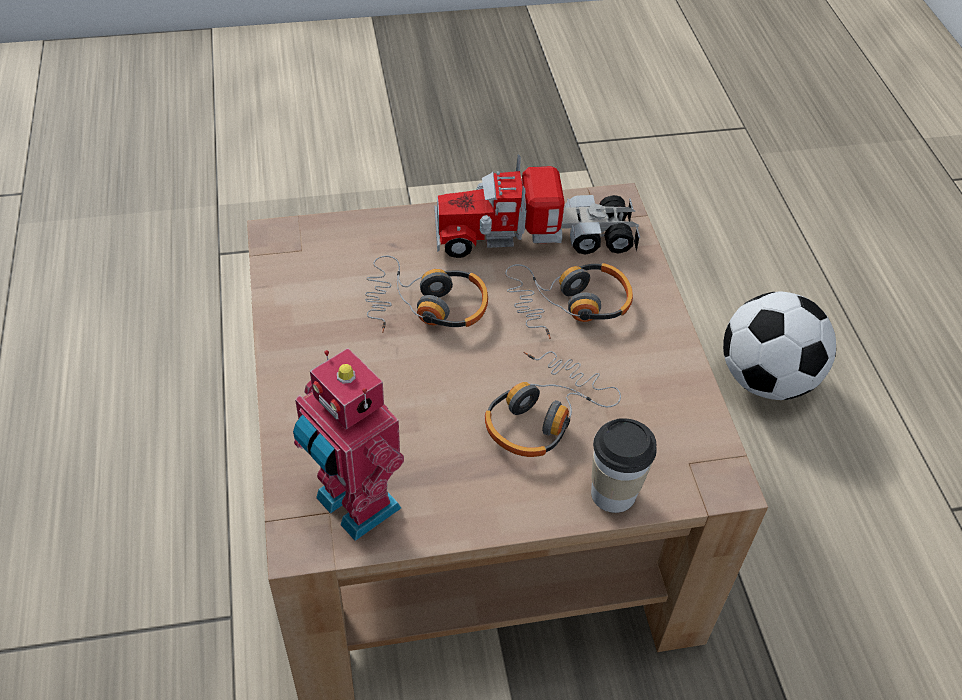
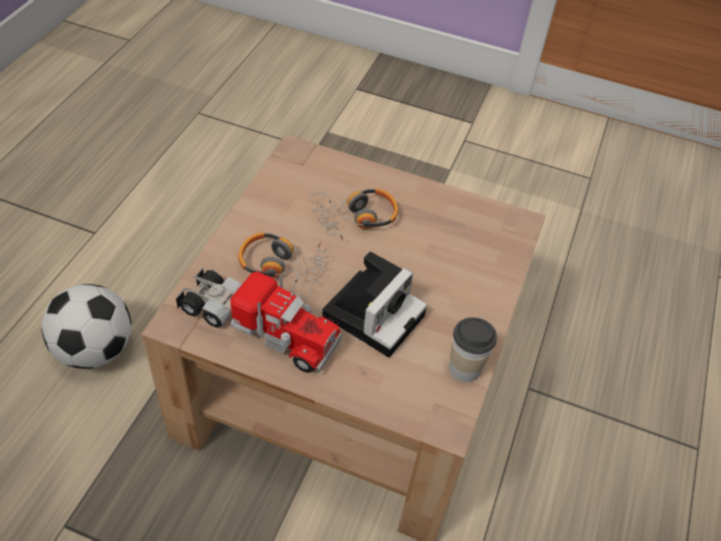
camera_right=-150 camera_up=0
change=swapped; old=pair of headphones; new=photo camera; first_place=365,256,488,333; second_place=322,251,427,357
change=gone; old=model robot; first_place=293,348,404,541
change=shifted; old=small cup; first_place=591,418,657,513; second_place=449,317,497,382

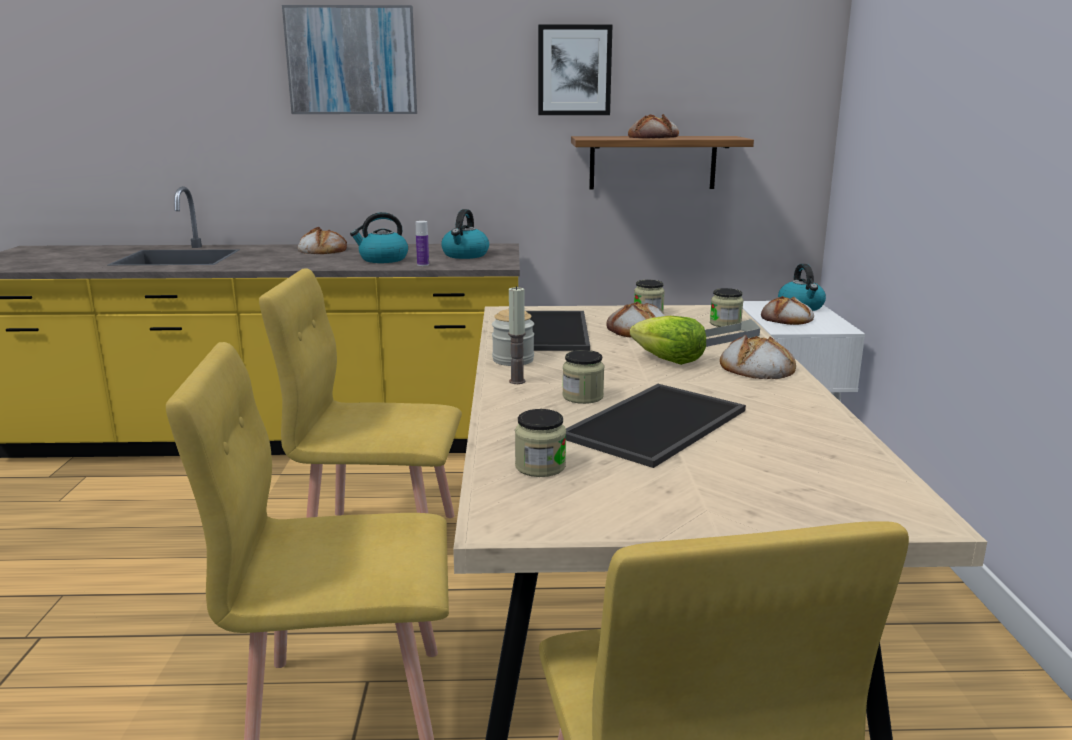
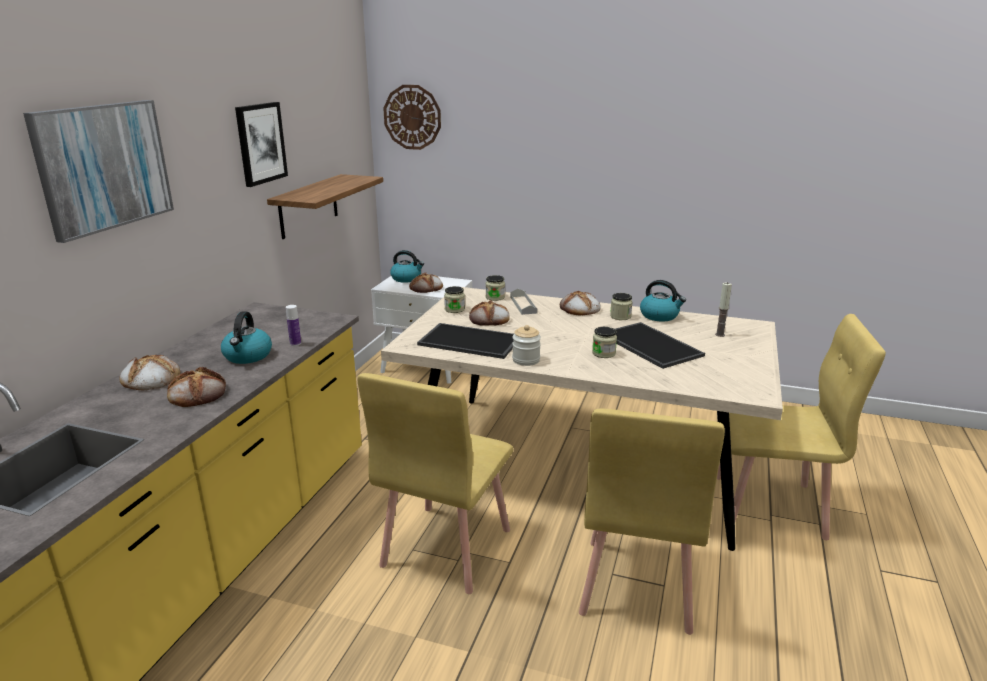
camera_right=-70 camera_up=5
change=shifted; old=baked bread; first_place=628,114,679,138; second_place=167,367,226,407
change=shifted; old=water kettle; first_place=441,209,489,259; second_place=640,280,686,322
change=shifted; old=wax light; first_place=508,286,526,384; second_place=715,282,732,337
change=gone; old=lettuce head; first_place=630,316,706,365
change=shifted; old=jar; first_place=515,409,566,477; second_place=610,293,633,320
change=new; new=hanging clock; second_place=383,85,441,150

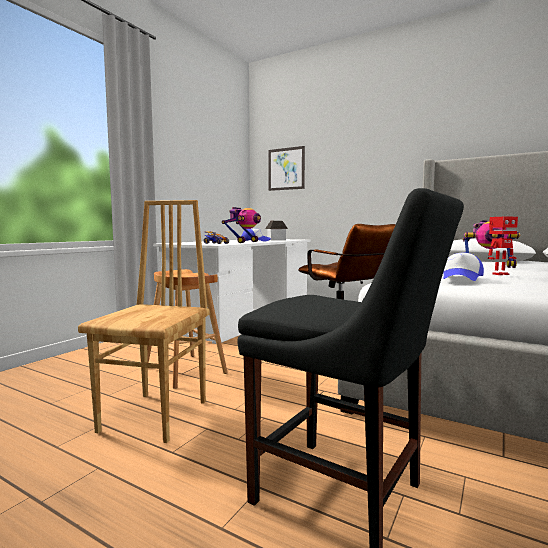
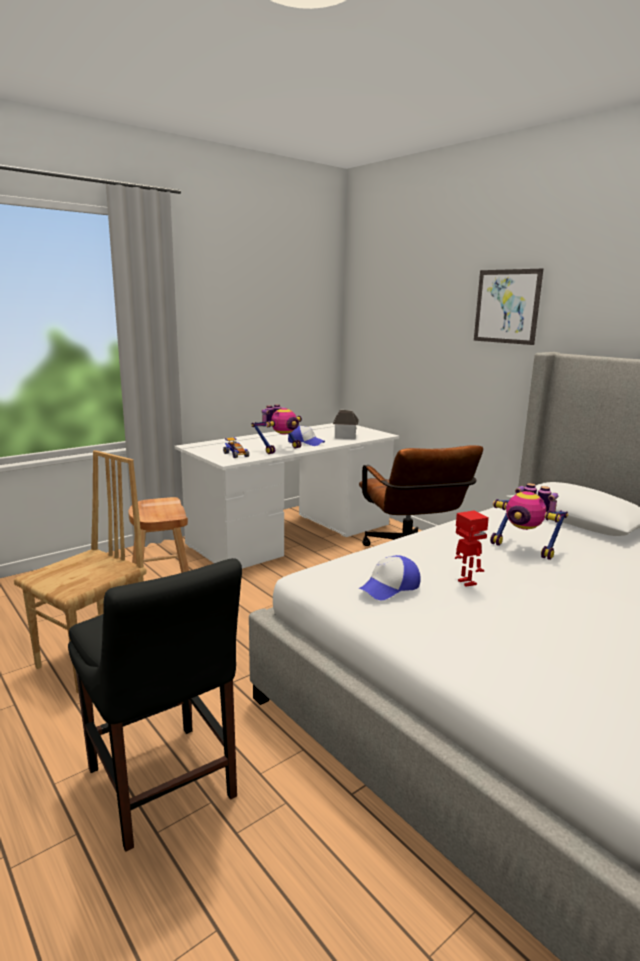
camera_right=20 camera_up=10
change=shifted; old=wall art; first_place=268,146,305,191; second_place=474,269,543,345
change=rotated; old=model robot; first_place=488,217,518,275; second_place=455,510,489,587; degrees=-120

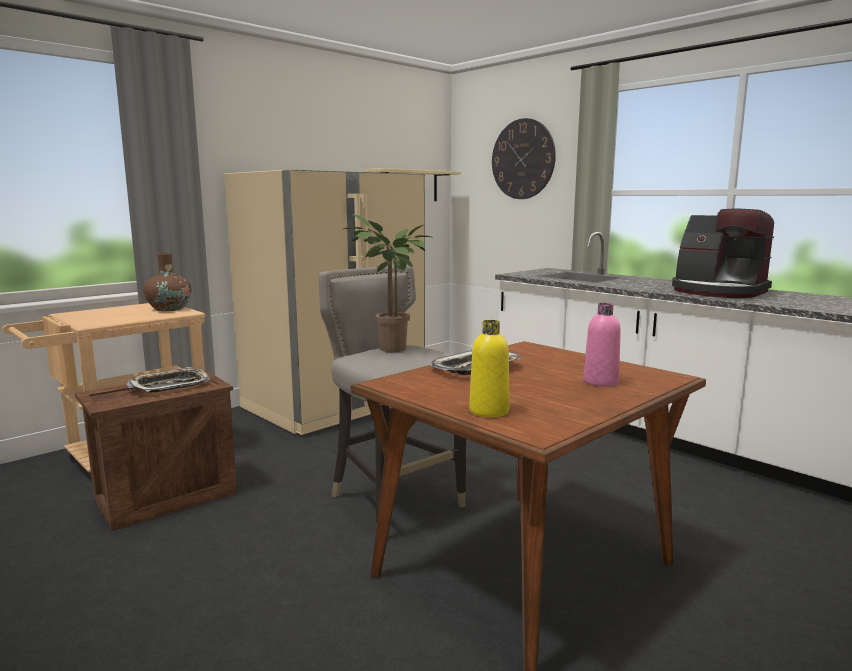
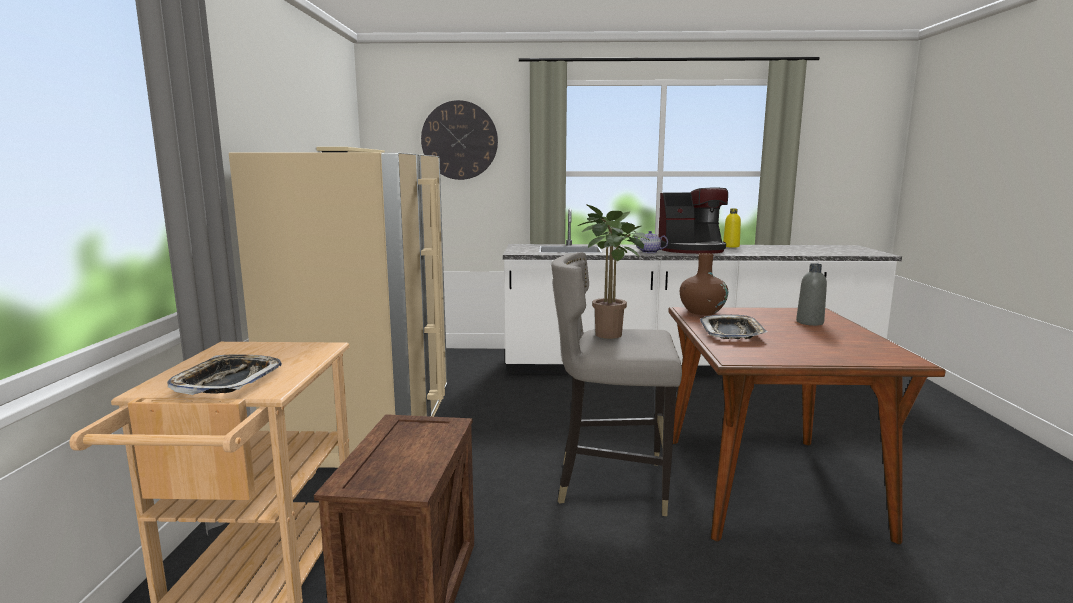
camera_right=-45 camera_up=0
change=shifted; old=brownish vase; first_place=143,253,191,311; second_place=680,253,728,315
change=repainted; old=pinkish drink bottle; new=grey drink bottle; first_place=583,303,621,387; second_place=796,263,827,326
change=shifted; old=yellow-coloured drink bottle; first_place=469,320,509,417; second_place=723,209,741,248
change=shifted; old=tray; first_place=127,367,210,393; second_place=167,354,282,395
change=new; new=pot for tea; second_place=633,231,668,253

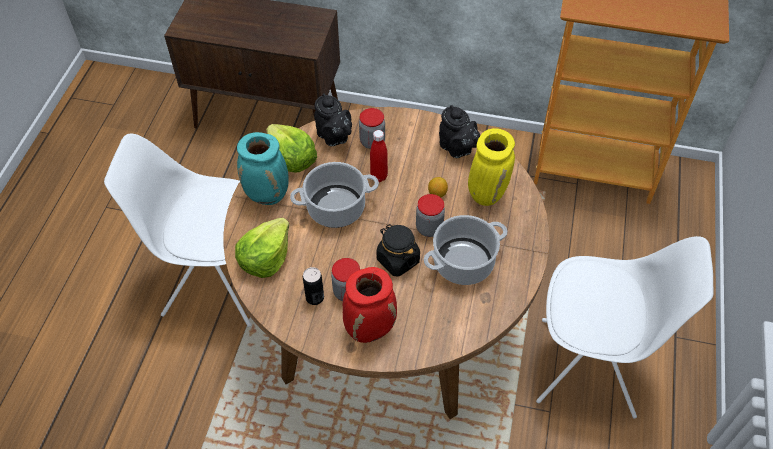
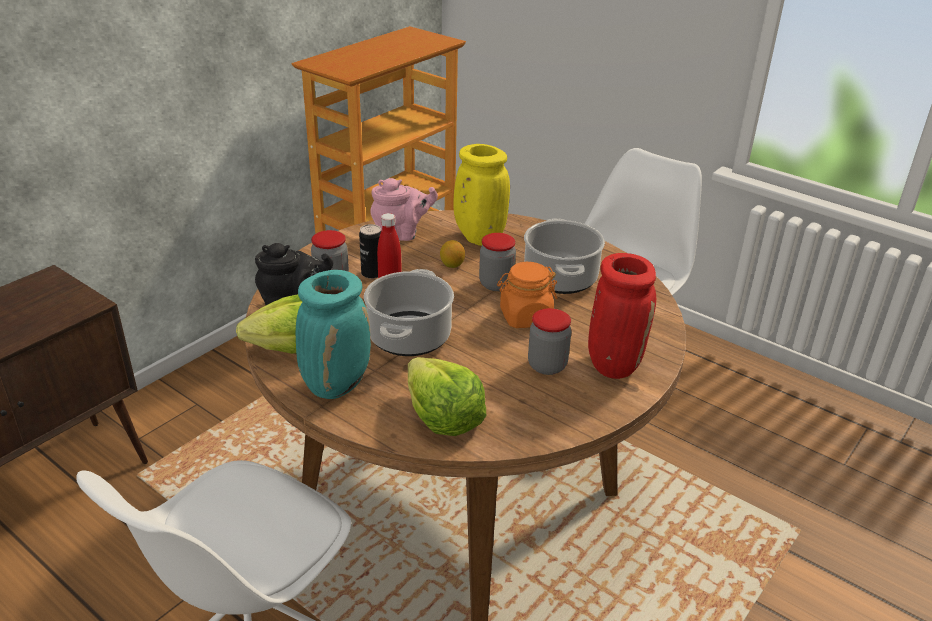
camera_right=-65 camera_up=-20
change=repainted; old=black pot for tea; new=pinkish pot for tea; first_place=439,105,480,158; second_place=370,178,438,241
change=repainted; old=black jar; new=orangey jar; first_place=376,224,420,277; second_place=497,262,557,328
change=shifted; old=sealed can; first_place=303,267,324,305; second_place=359,224,381,279

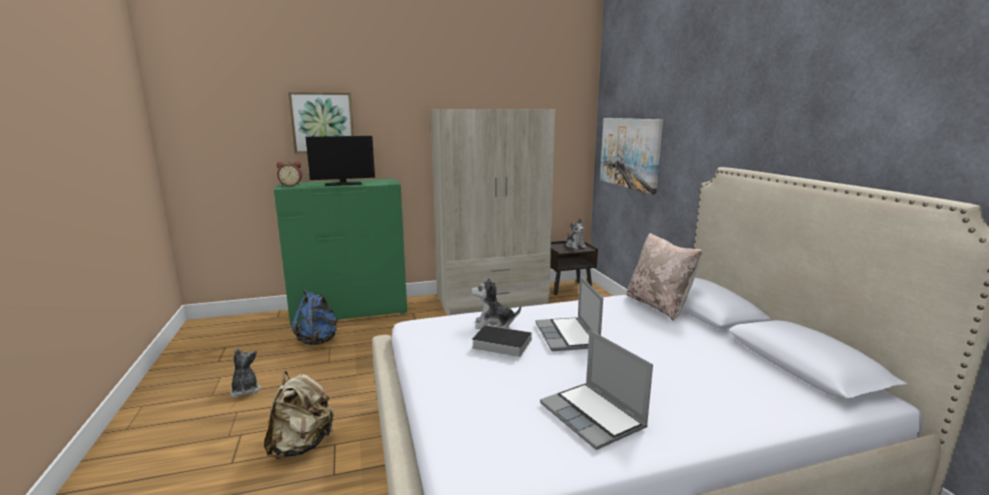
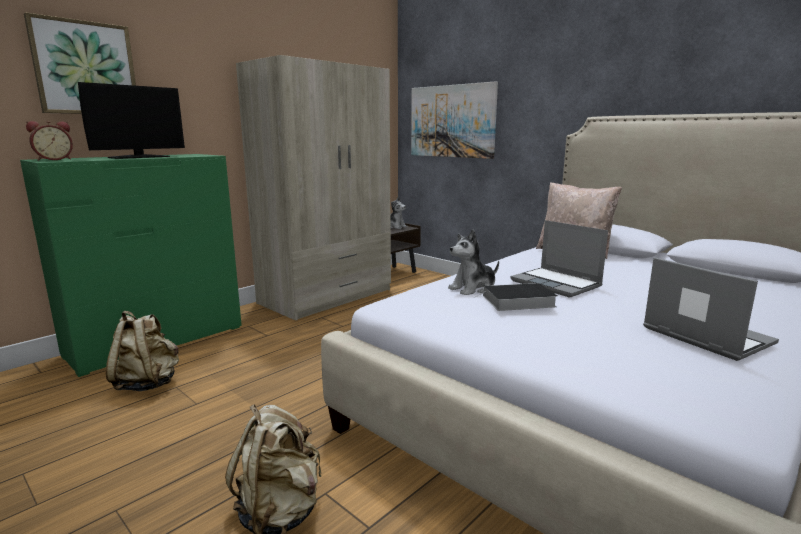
camera_right=-30 camera_up=0
change=repainted; old=bluish rucksack; new=sand-coloured rucksack; first_place=292,290,337,345; second_place=106,311,179,391
change=rotated; old=notebook computer; first_place=540,330,653,450; second_place=643,257,779,361; degrees=-150
change=gone; old=cuddly toy; first_place=230,348,261,397

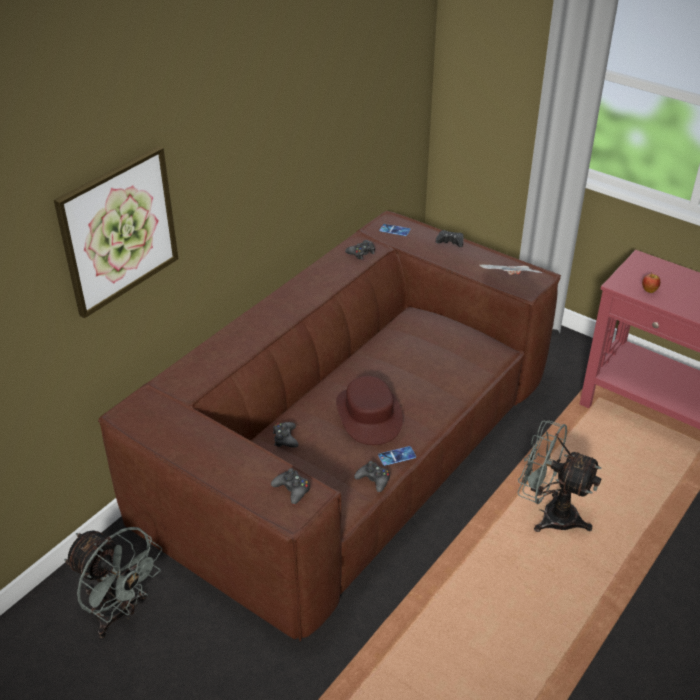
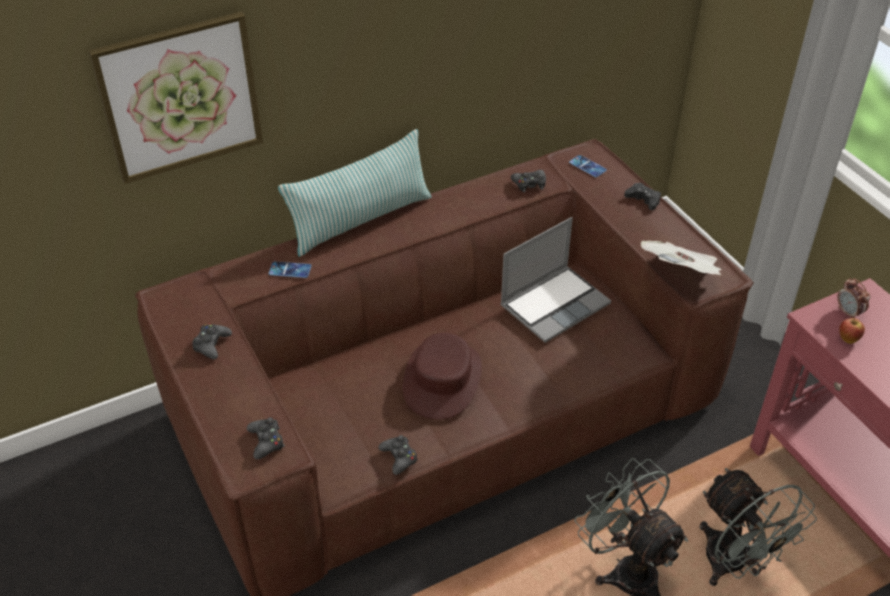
camera_right=25 camera_up=5
change=shifted; old=black joypad; first_place=273,422,298,448; second_place=192,324,232,360
change=shifted; old=handset; first_place=378,446,416,466; second_place=269,262,311,278
change=shifted; old=grey fan; first_place=64,527,162,638; second_place=699,468,817,586
change=new; new=pillow; second_place=278,129,431,257
change=new; new=notebook computer; second_place=500,217,611,343
change=new; new=table clock; second_place=837,278,871,318

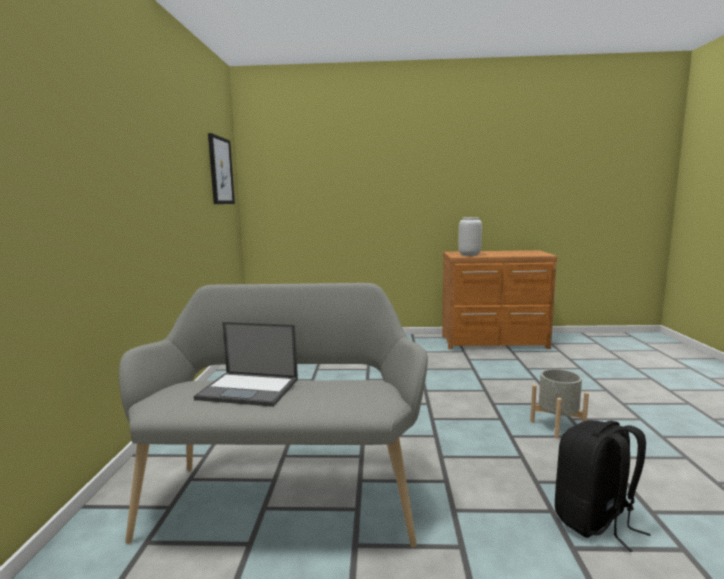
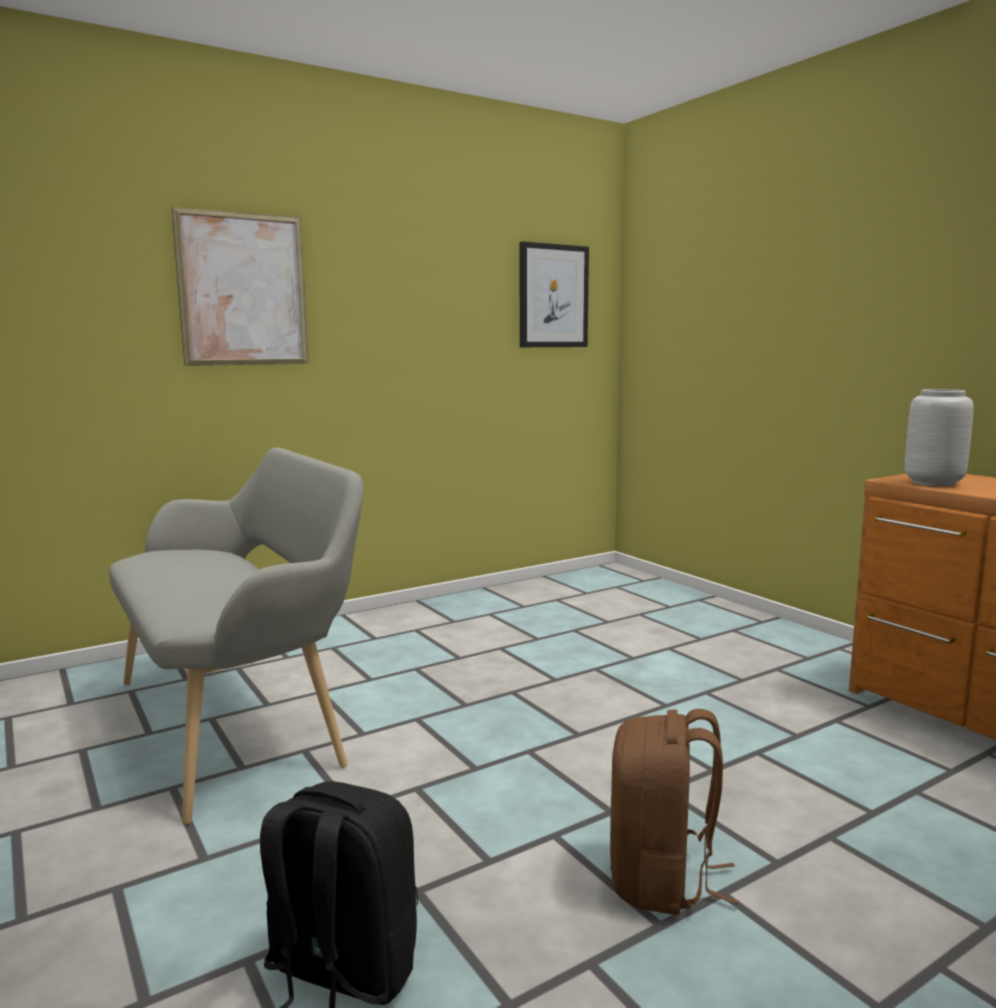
camera_right=55 camera_up=0
change=gone; old=notebook computer; first_place=194,322,298,407
change=swapped; old=grey planter; new=brownish rucksack; first_place=530,369,589,439; second_place=610,709,739,915
change=new; new=wall art; second_place=171,207,309,366

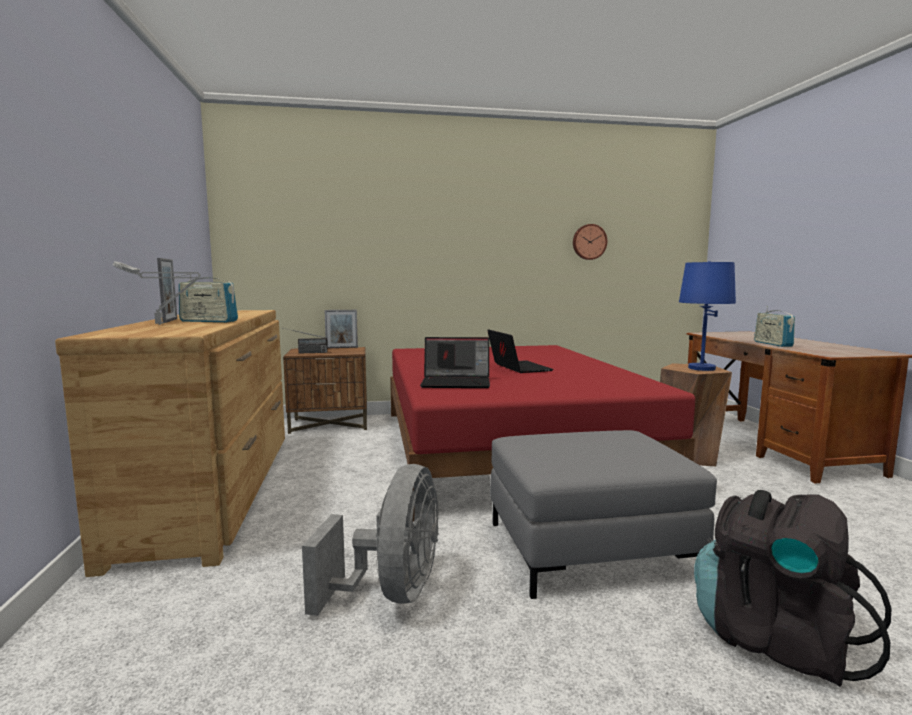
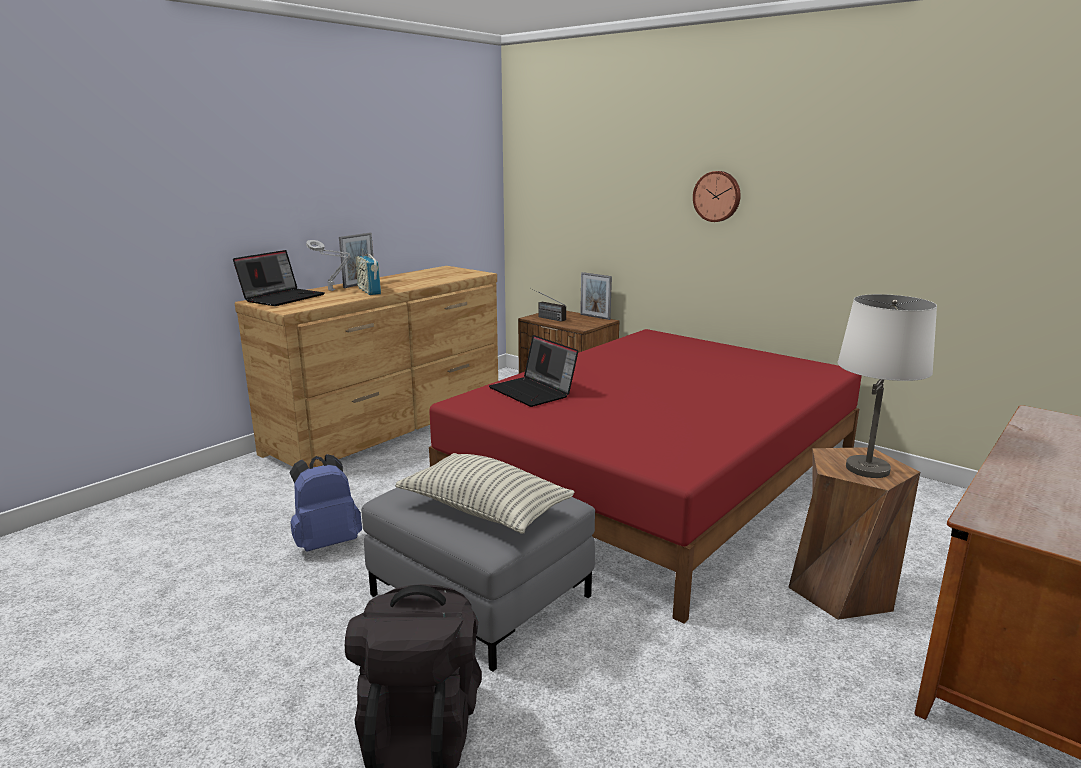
camera_right=50 camera_up=10
change=shifted; old=hanging clock; first_place=573,224,607,260; second_place=693,171,741,222
change=repainted; old=bluish table lamp; new=whitish table lamp; first_place=679,261,736,371; second_place=838,294,937,478
change=gone; old=radio receiver; first_place=754,306,795,347
change=shifted; old=notebook computer; first_place=487,329,553,373; second_place=233,250,324,306
change=swapped; old=grey fan; new=bluish rucksack; first_place=302,464,439,616; second_place=290,454,362,552
change=new; new=pillow; second_place=395,453,575,534

